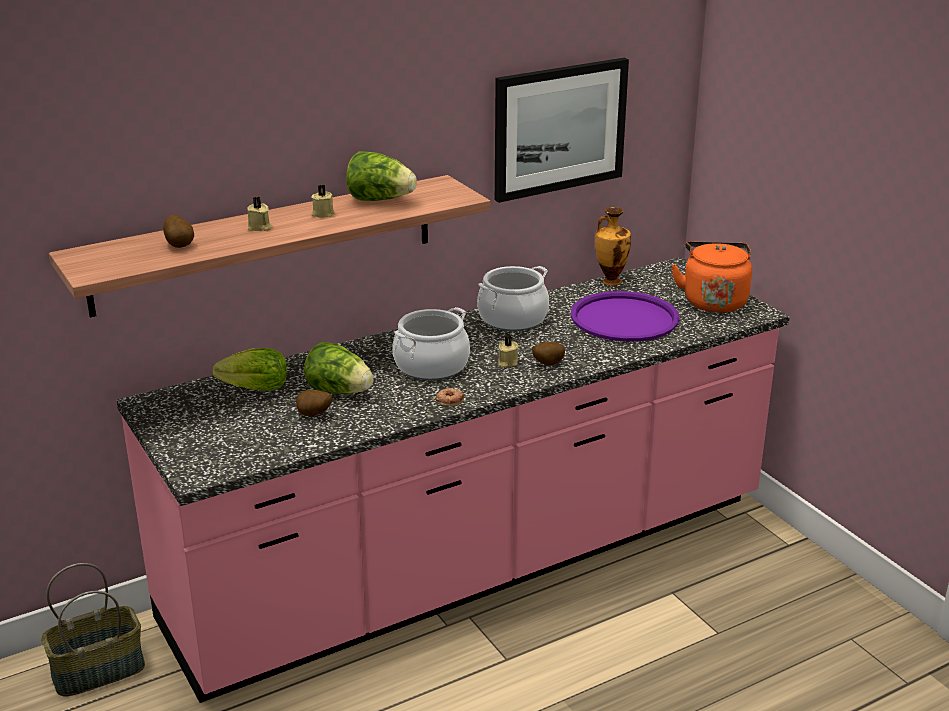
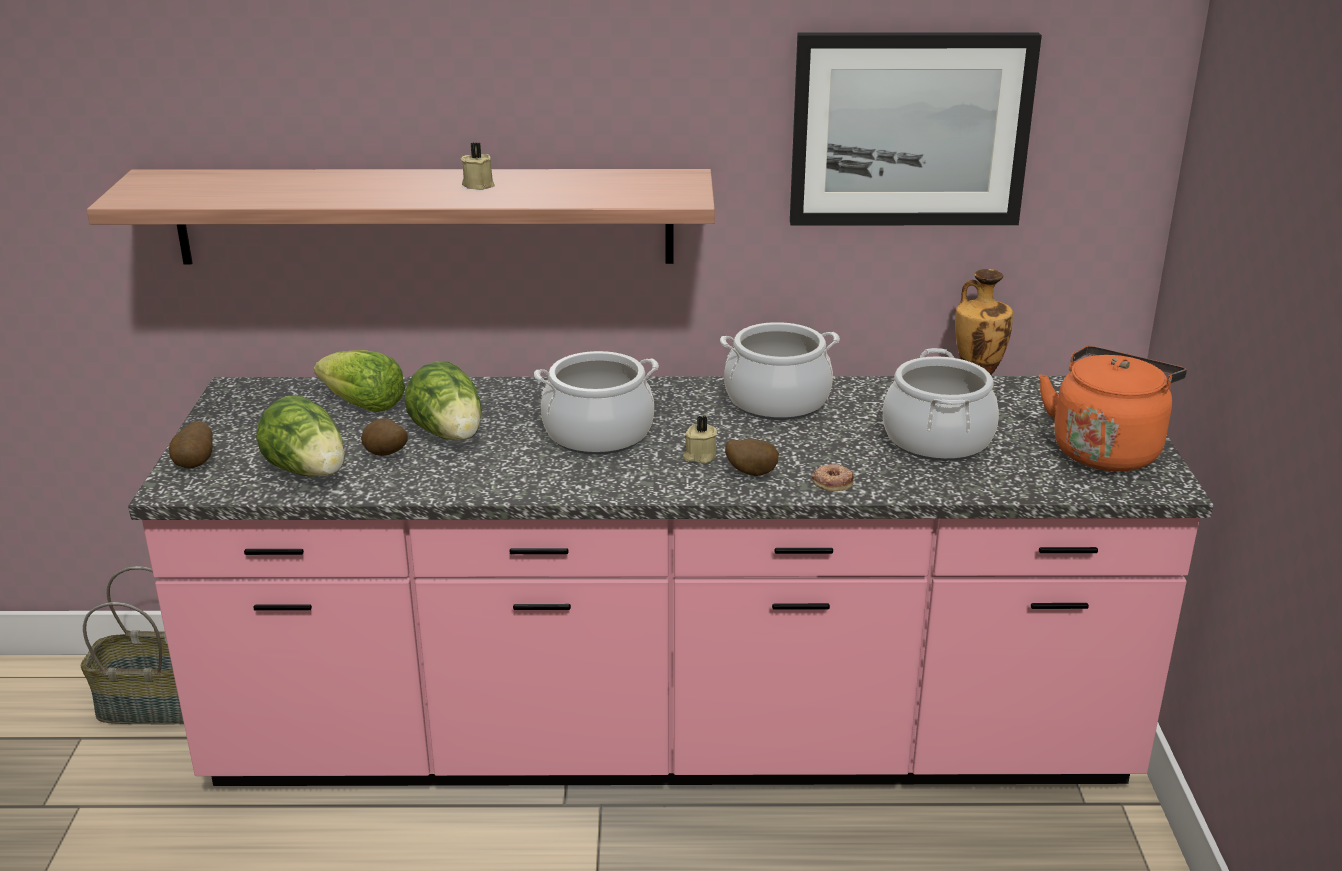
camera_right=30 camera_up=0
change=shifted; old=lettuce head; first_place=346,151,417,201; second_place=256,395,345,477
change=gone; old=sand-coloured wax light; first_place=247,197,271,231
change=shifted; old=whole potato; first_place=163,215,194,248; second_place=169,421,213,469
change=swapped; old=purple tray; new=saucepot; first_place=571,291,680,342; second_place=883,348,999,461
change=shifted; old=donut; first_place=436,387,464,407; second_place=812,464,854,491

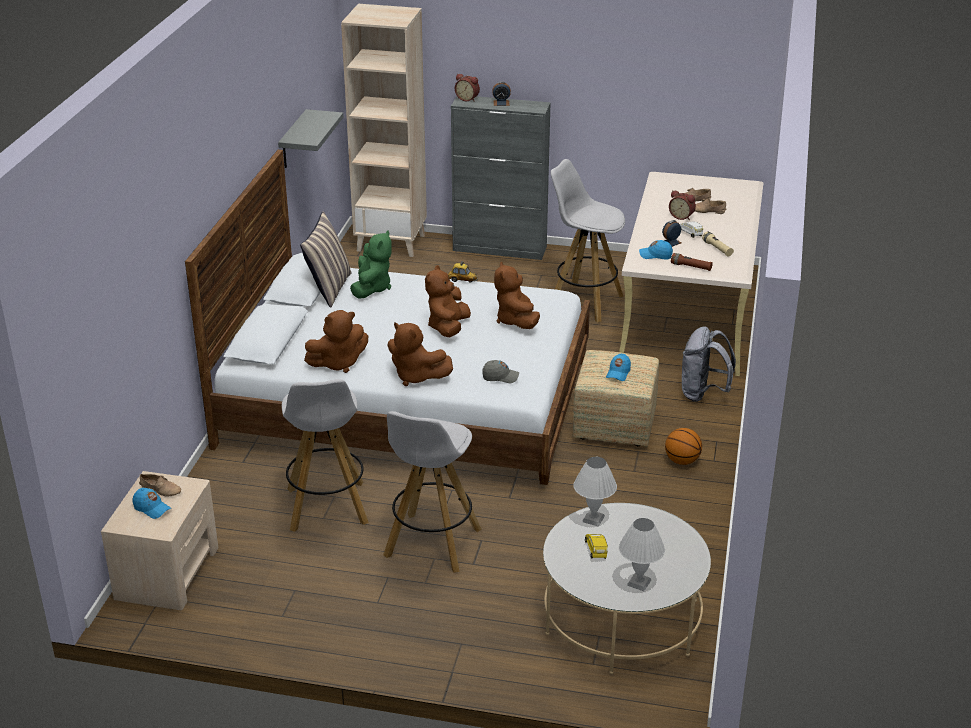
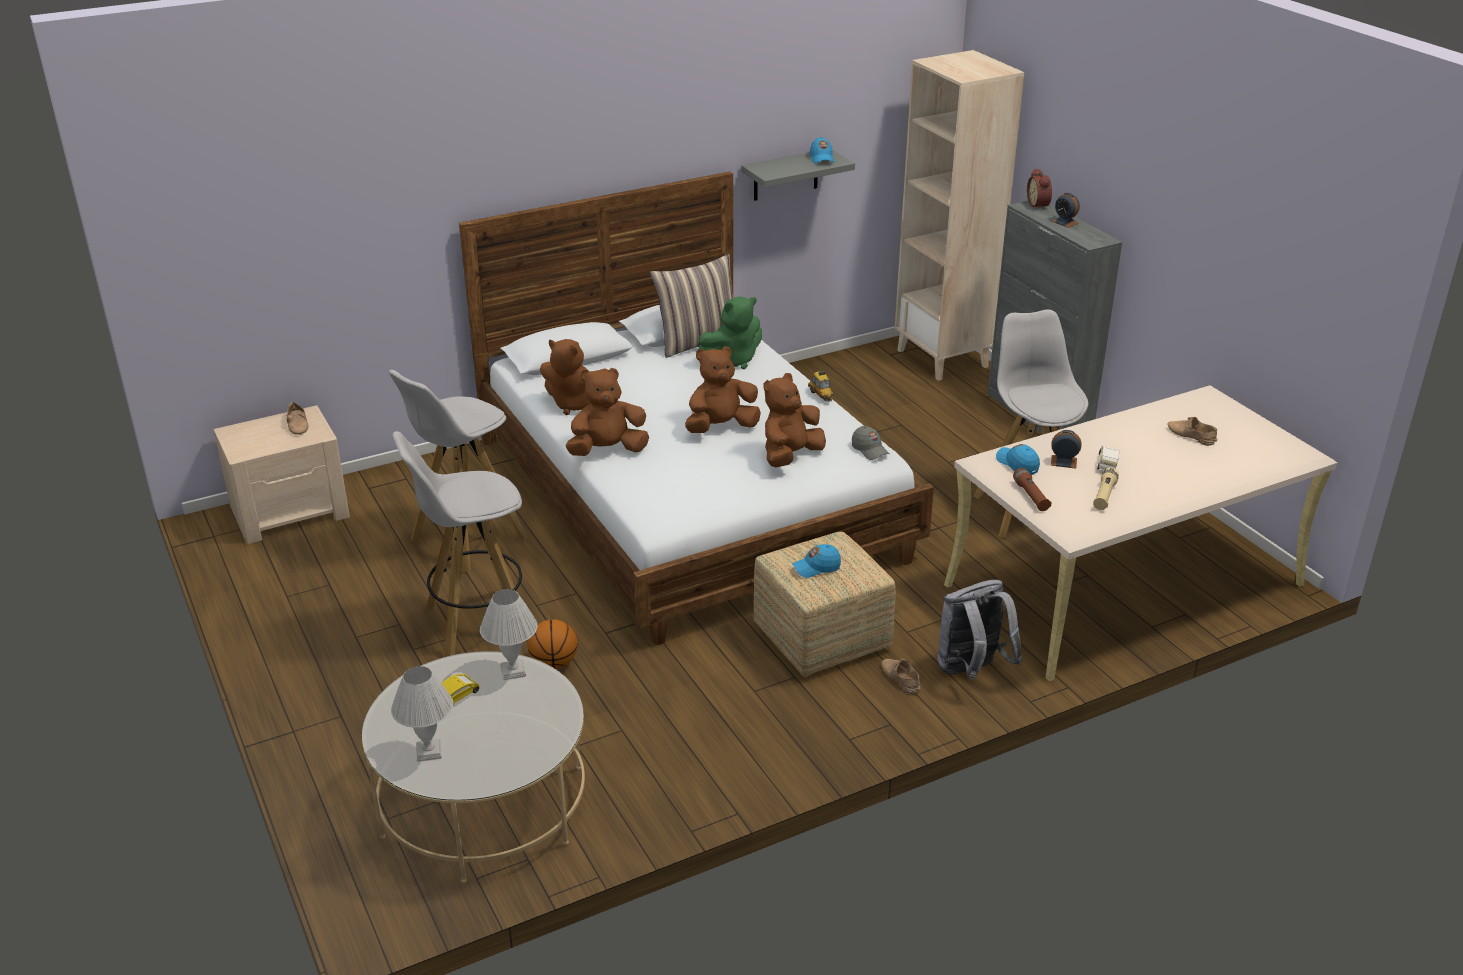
camera_right=50 camera_up=0
change=gone; old=table clock; first_place=669,190,696,220
change=shifted; old=sand-coloured low shoe; first_place=695,199,726,214; second_place=881,659,920,694
change=rotated; old=brownish cuddly toy; first_place=387,322,453,386; second_place=565,368,649,456; degrees=75
change=shifted; old=grey peaked cap; first_place=482,360,519,383; second_place=852,426,890,460
change=shifted; old=basketball; first_place=665,428,702,465; second_place=528,619,578,669
change=shifted; old=bluish peaked cap; first_place=133,488,171,519; second_place=810,137,834,164

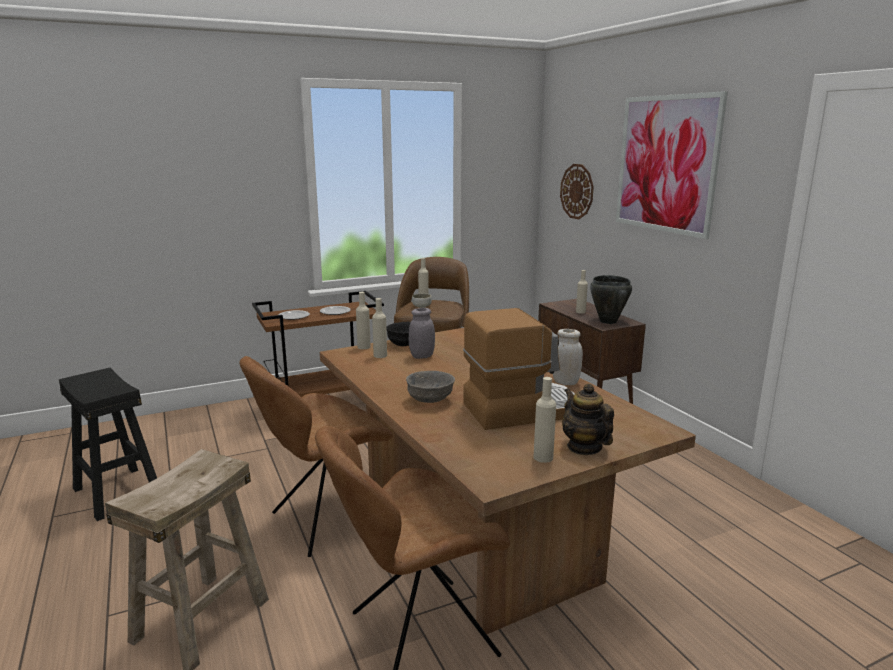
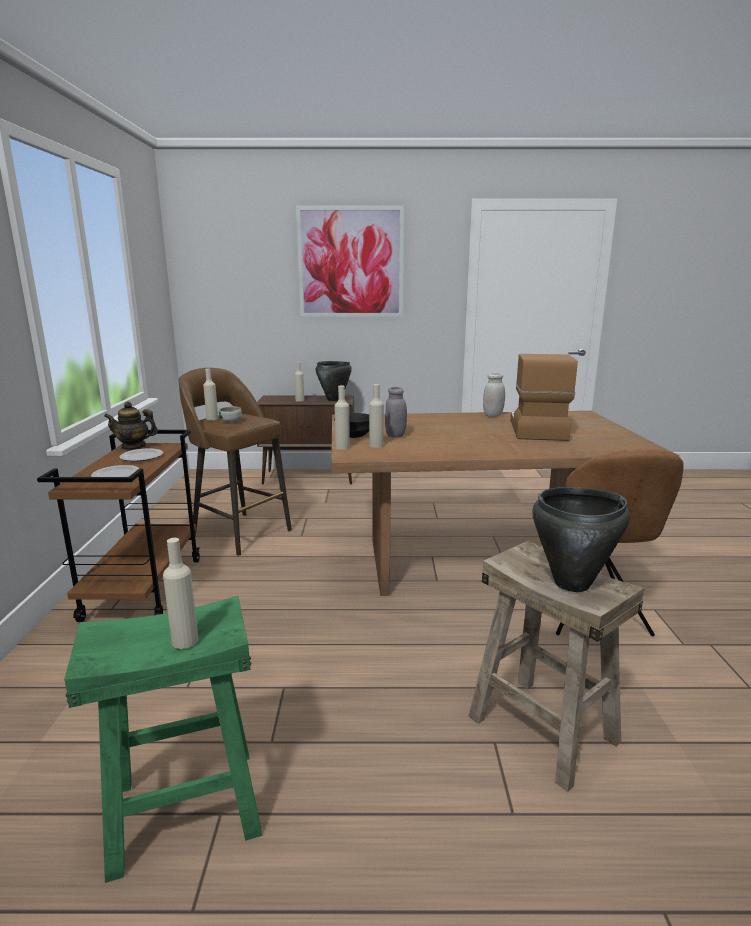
camera_right=-65 camera_up=0
change=gone; old=hanging clock; first_place=560,164,594,219
change=gone; old=brownish upright chair; first_place=240,356,393,557
change=repainted; old=black sitting stool; new=greenish sitting stool; first_place=59,367,157,521; second_place=64,596,262,883
change=gone; old=grey serving bowl; first_place=406,371,455,403
change=shifted; old=sand-coloured drink bottle; first_place=534,377,556,463; second_place=163,538,198,649
change=shifted; old=pot for tea; first_place=562,383,614,455; second_place=104,402,158,450
change=new; new=black saucepot; second_place=532,487,630,592

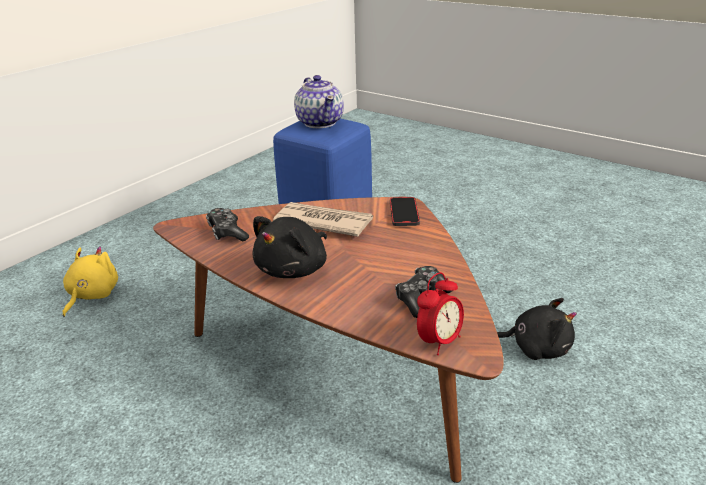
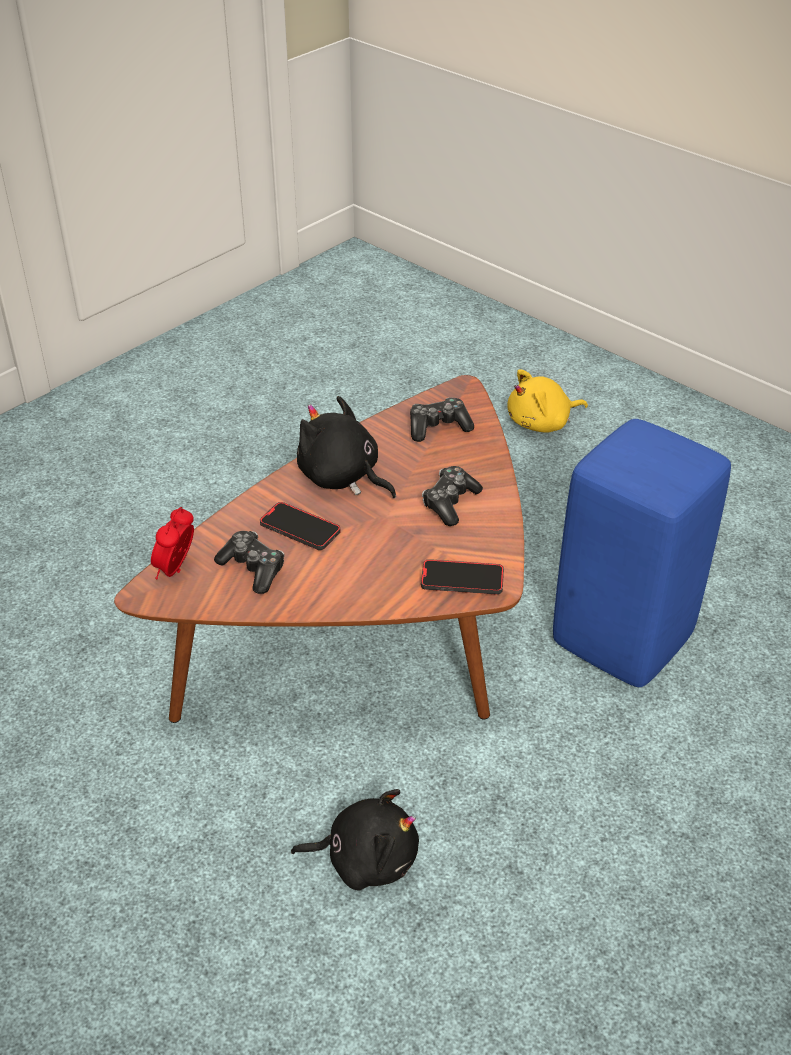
camera_right=95 camera_up=10
change=gone; old=pot for tea; first_place=294,75,344,128
change=swapped; old=daily paper; new=joypad; first_place=273,202,373,237; second_place=422,466,483,526
change=rotated; old=yellow-coloured cuddly toy; first_place=62,246,118,317; second_place=507,369,588,433; degrees=135
change=rotated; old=table clock; first_place=417,272,464,355; second_place=151,507,194,579; degrees=60
change=rotated; old=black cuddly toy; first_place=497,298,577,360; second_place=291,789,419,890; degrees=-105
change=new; new=handset; second_place=260,502,340,550

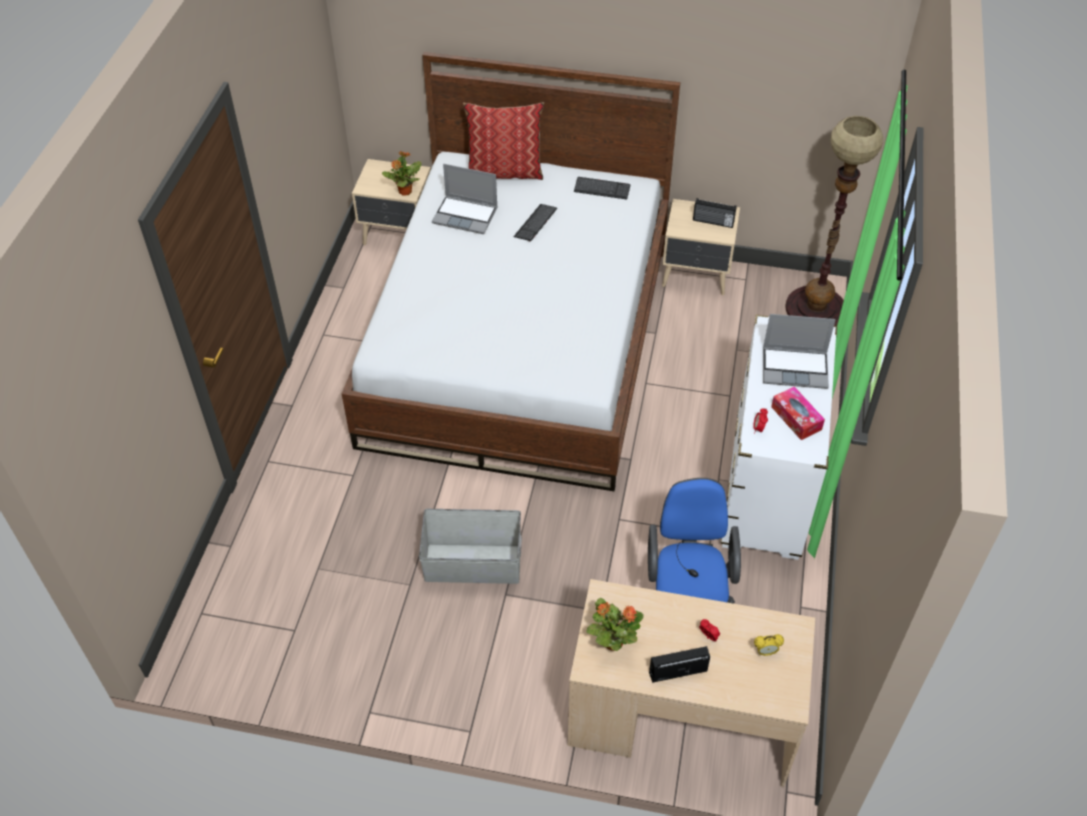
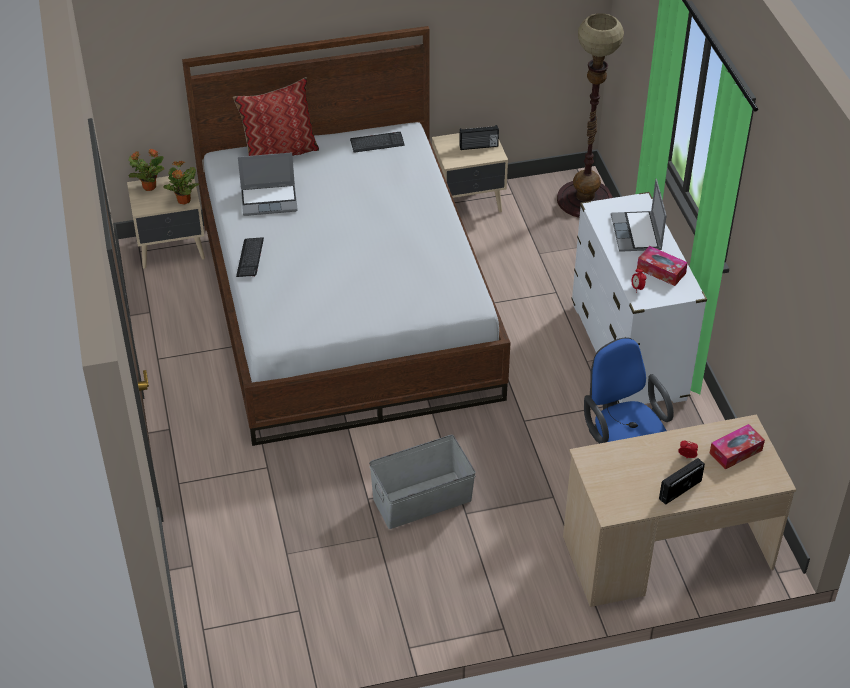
camera_right=-25 camera_up=-5
change=shifted; old=computer keyboard; first_place=513,204,557,242; second_place=236,237,264,277
change=rotated; old=notebook computer; first_place=763,314,836,389; second_place=611,179,667,252; degrees=105
change=shifted; old=potted plant; first_place=586,598,644,651; second_place=128,149,164,191
change=swapped; old=table clock; new=box of tissues; first_place=754,634,784,656; second_place=709,424,765,470

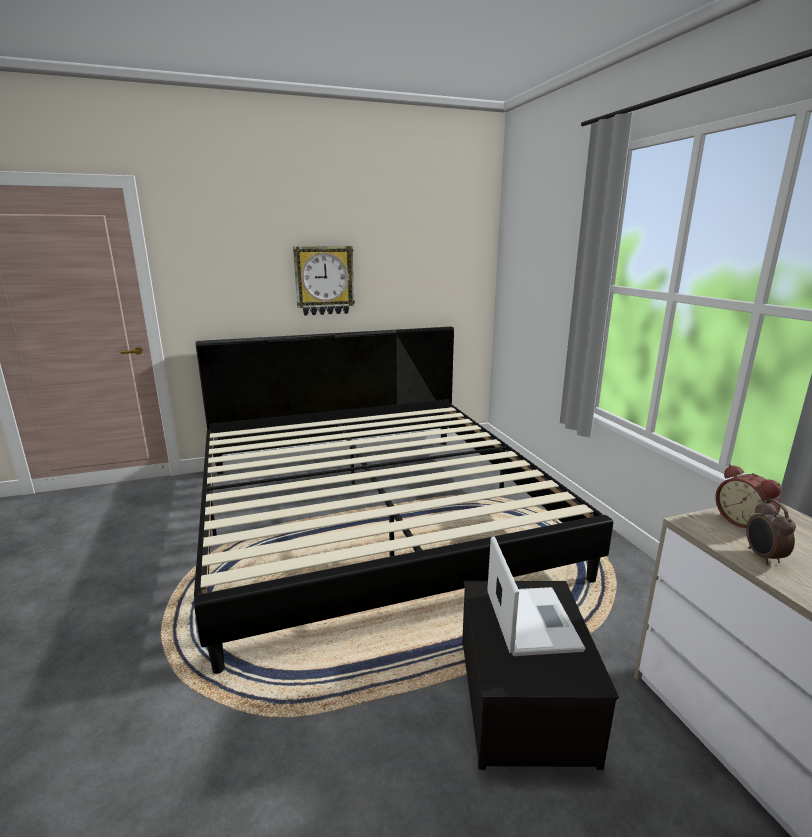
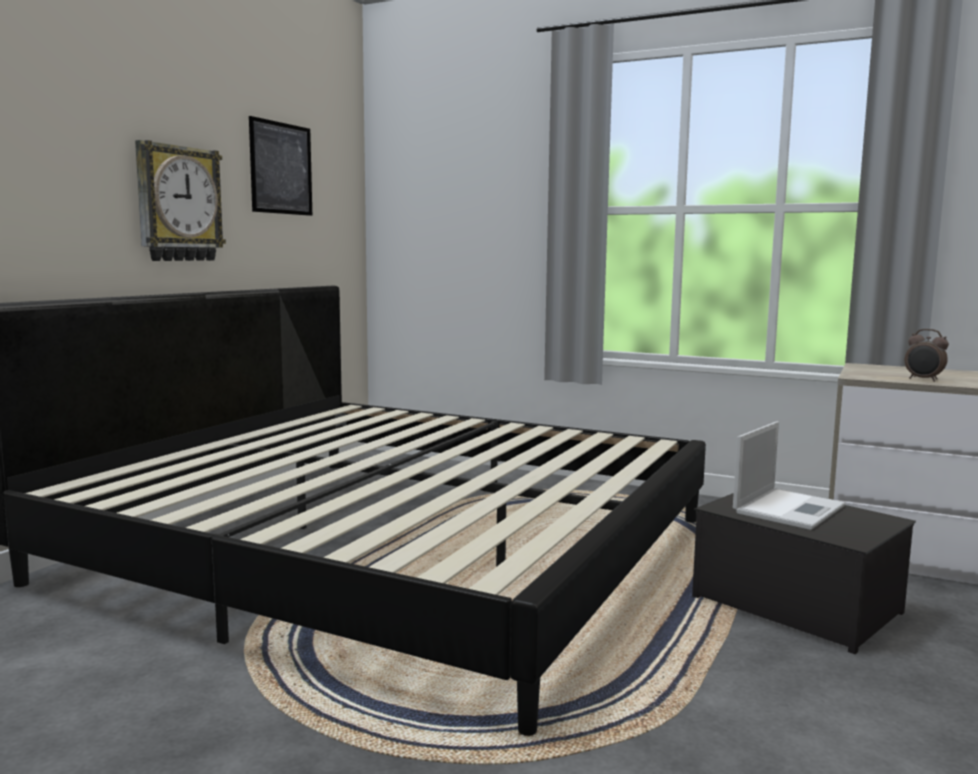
camera_right=-45 camera_up=-10
change=gone; old=table clock; first_place=715,464,782,528
change=rotated; old=notebook computer; first_place=487,536,585,656; second_place=733,421,845,530; degrees=90
change=new; new=wall art; second_place=249,116,312,216

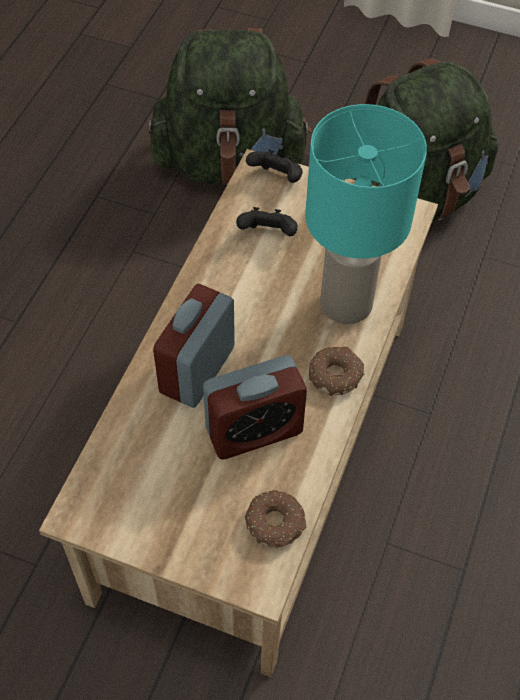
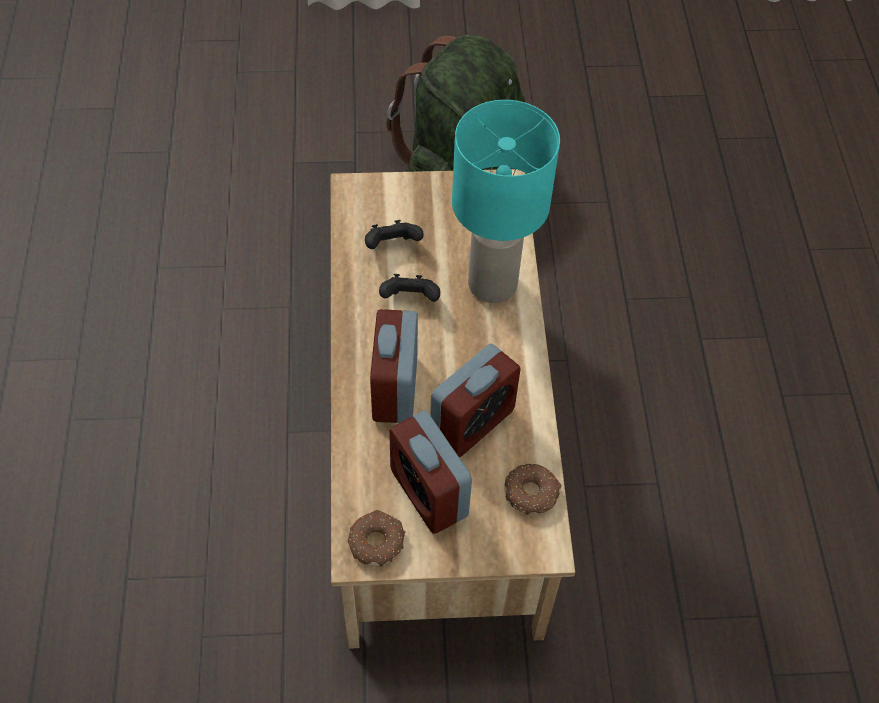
camera_right=-25 camera_up=0
change=gone; old=greenish rucksack; first_place=148,28,312,184
change=shifted; old=black joypad; first_place=246,149,303,183; second_place=379,274,440,302
change=shifted; old=donut; first_place=309,346,364,396; second_place=348,510,405,567
change=new; new=table clock; second_place=389,411,472,534

